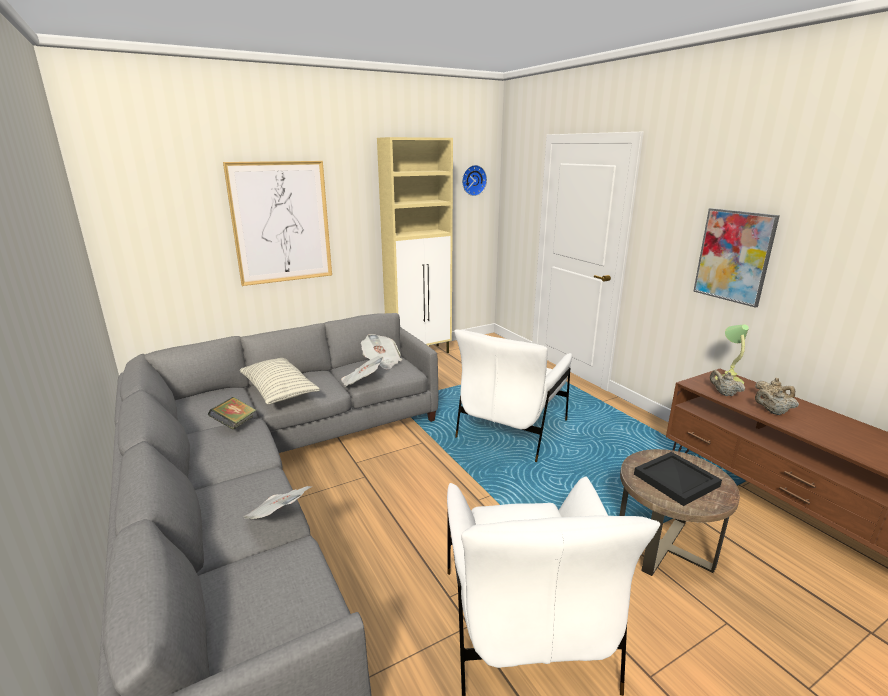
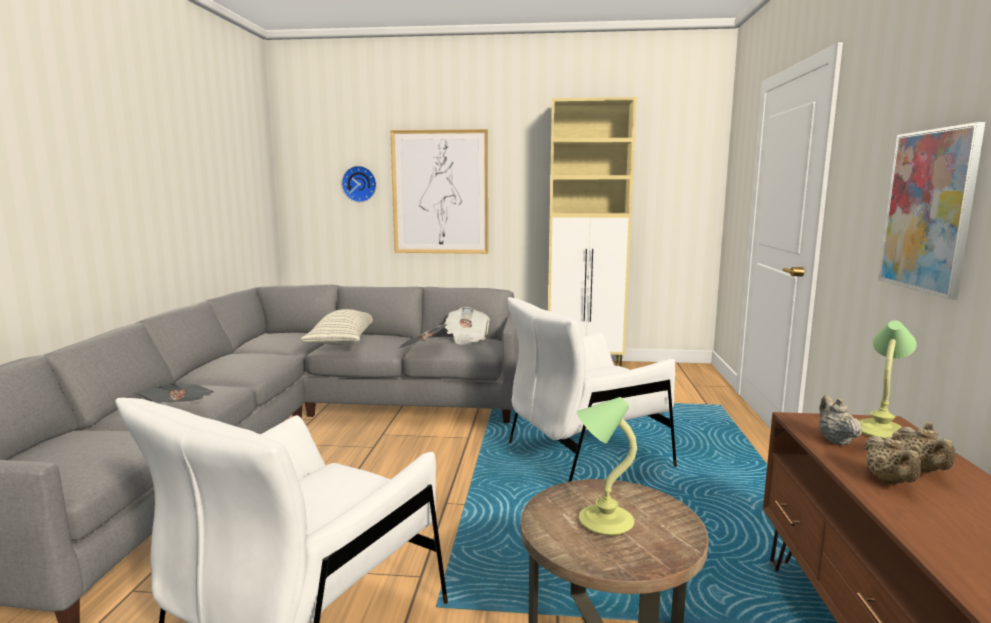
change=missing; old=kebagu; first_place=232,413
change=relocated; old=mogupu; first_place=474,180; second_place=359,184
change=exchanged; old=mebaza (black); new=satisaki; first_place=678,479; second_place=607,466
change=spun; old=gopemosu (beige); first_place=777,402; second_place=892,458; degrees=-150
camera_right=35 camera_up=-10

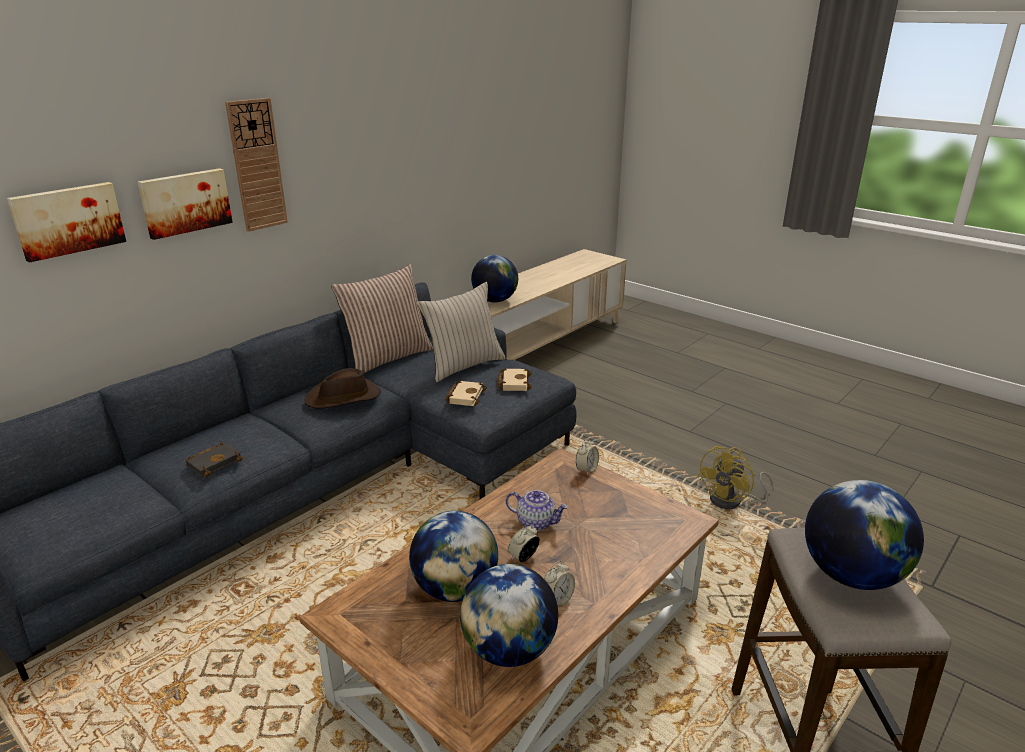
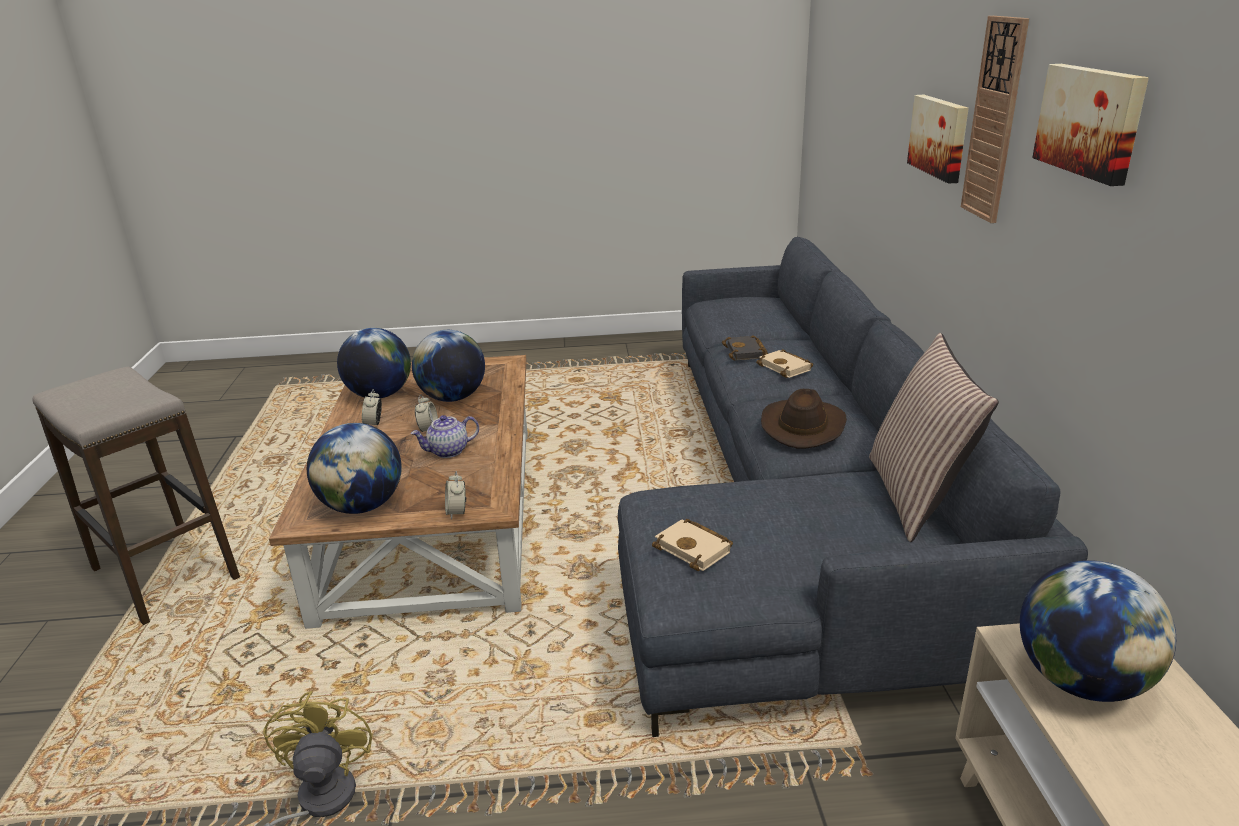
change=missing; old=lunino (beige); first_place=461,332
change=relocated; old=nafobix; first_place=66,222; second_place=1090,125
change=relocated; old=kebagu (beige); first_place=466,393; second_place=784,363
change=relocated; old=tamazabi; first_place=864,535; second_place=354,468
camera_right=135 camera_up=0

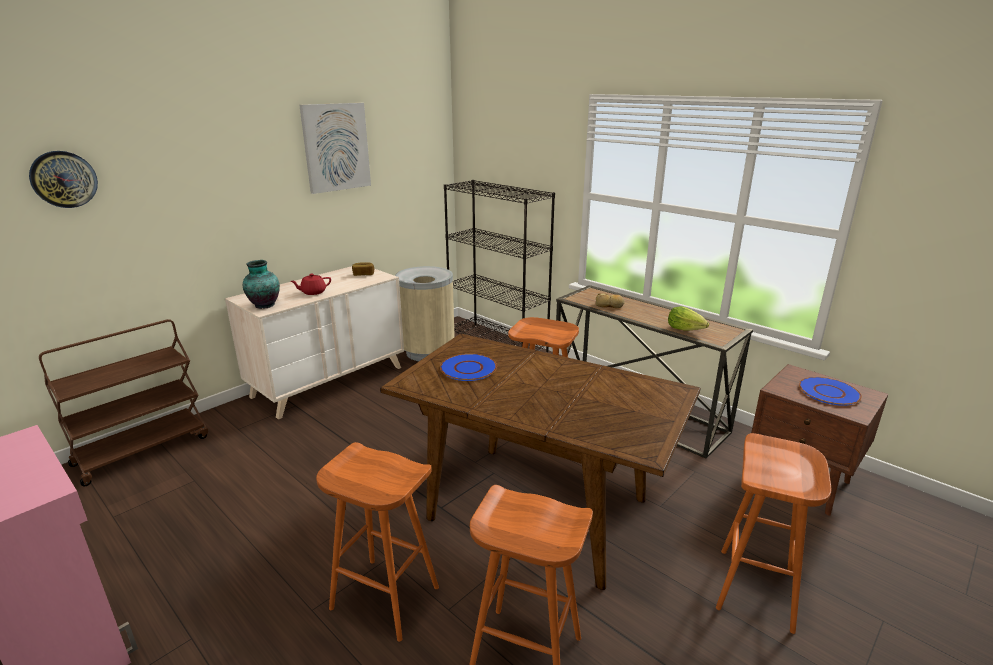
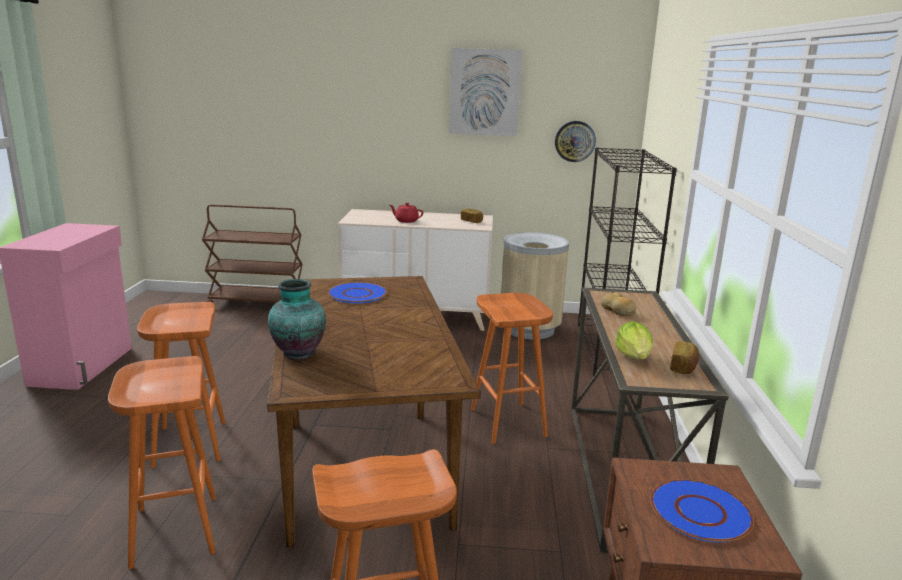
change=appeared; new=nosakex; second_place=684,357
change=relocated; old=mogupu; first_place=63,179; second_place=575,141
change=relocated; old=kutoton; first_place=261,284; second_place=297,319
camera_right=50 camera_up=-5

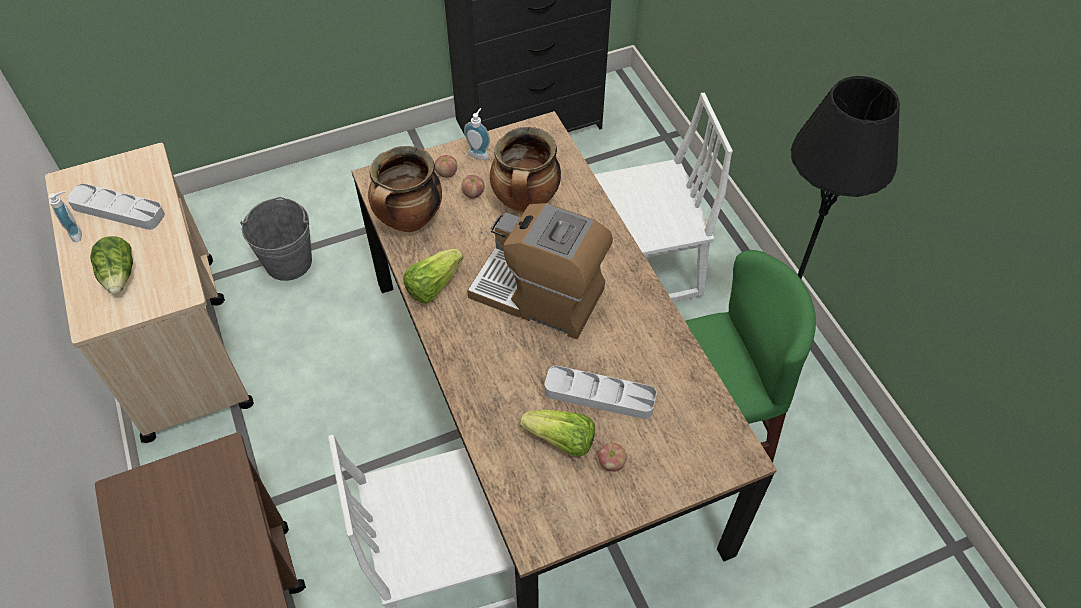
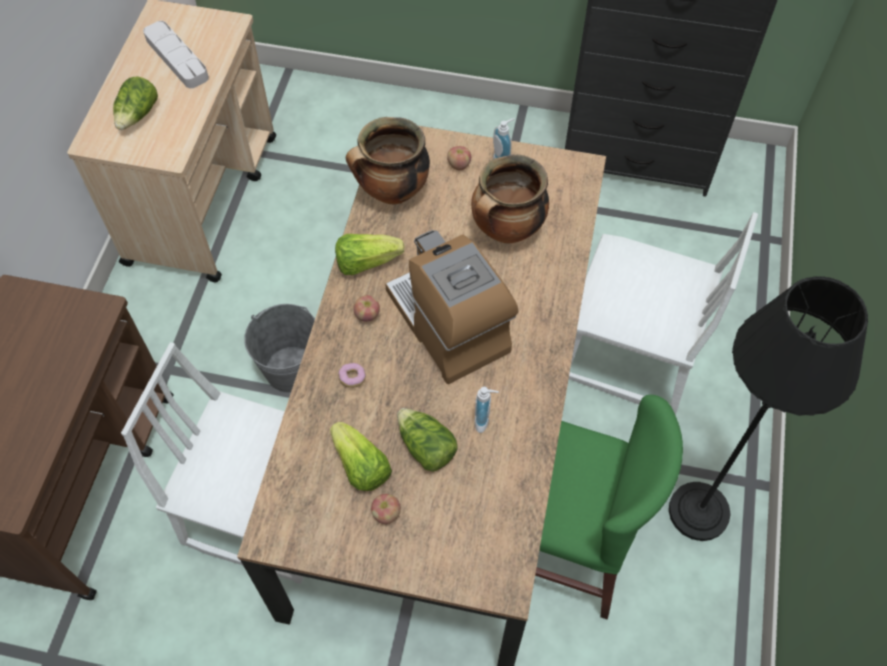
change=appeared; new=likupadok; second_place=352,375
change=relocated; old=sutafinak; first_place=65,216; second_place=487,409
change=relocated; old=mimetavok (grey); first_place=276,239; second_place=279,348
change=relocated; old=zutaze; first_place=473,187; second_place=366,308
change=exchanged; old=mebaza (grey); new=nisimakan; first_place=600,392; second_place=427,440
camera_right=35 camera_up=5

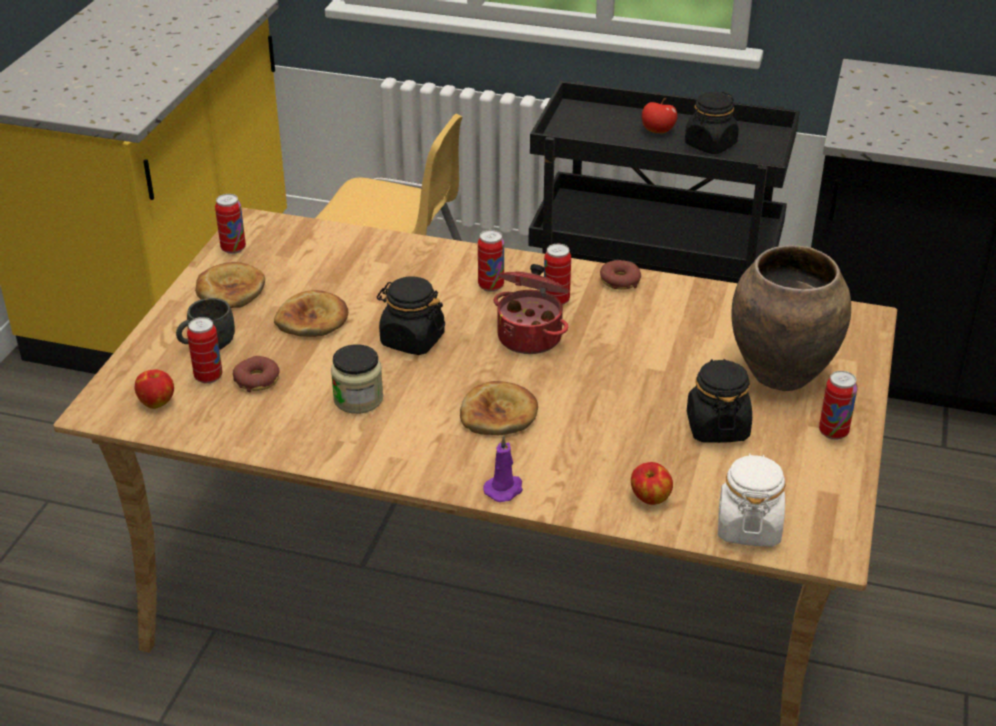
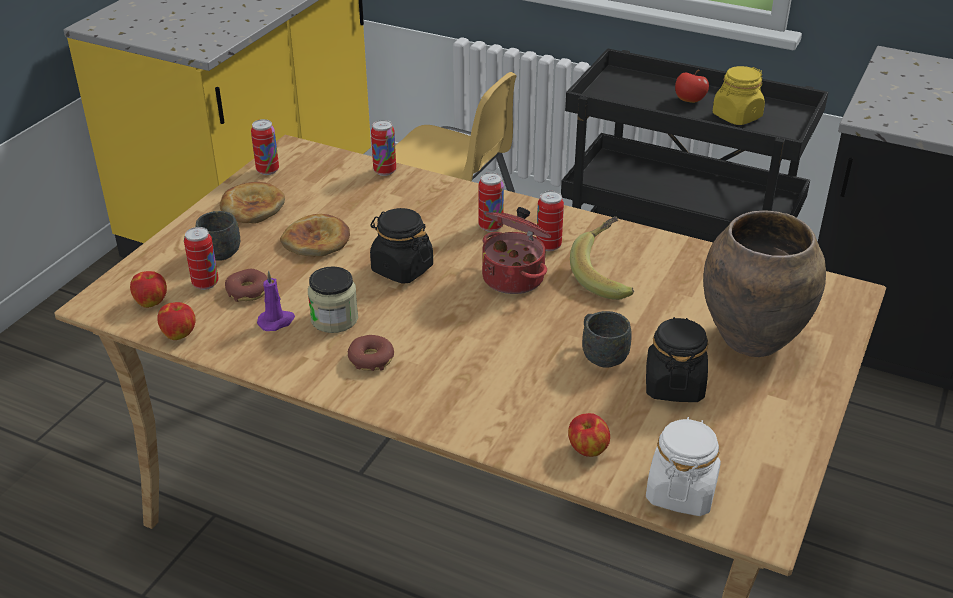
change=missing; old=nosakex; first_place=499,408
change=appeared; new=zutaze; second_place=176,321
change=appeared; new=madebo; second_place=602,258
change=appeared; new=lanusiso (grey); second_place=607,339
change=relocated; old=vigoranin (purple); first_place=503,468; second_place=276,301
change=relocated; old=likupadok; first_place=620,275; second_place=371,353
change=relocated; old=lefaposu; first_place=838,405; second_place=383,148
change=colour; old=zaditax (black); new=zaditax (yellow); first_place=712,123; second_place=739,95
camera_right=10 camera_up=0

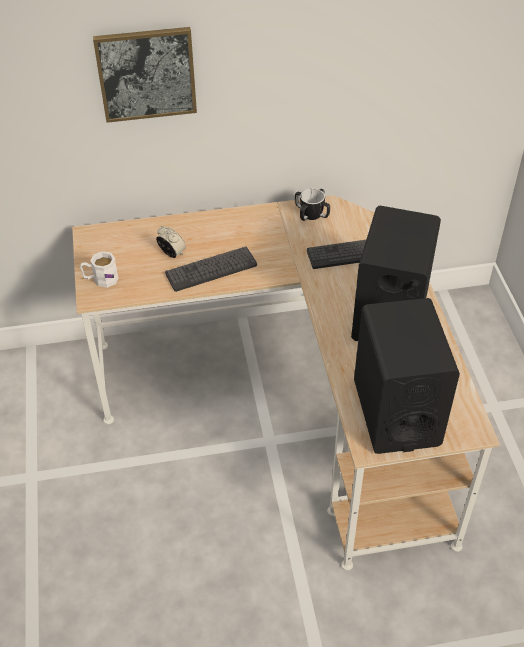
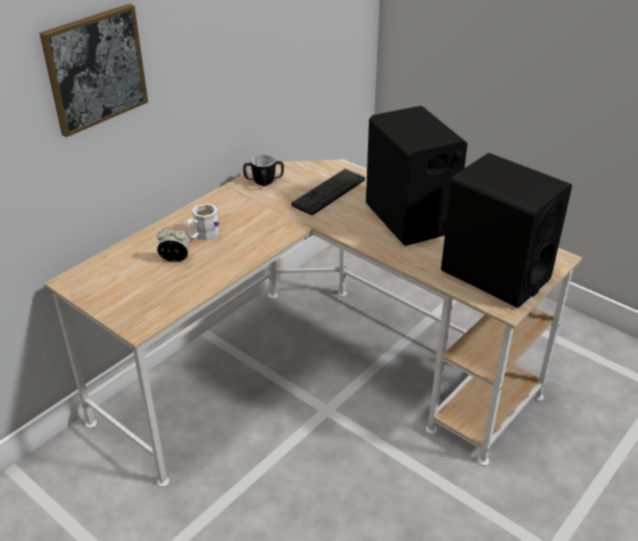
change=missing; old=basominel; first_place=211,269
change=relocated; old=lanusiso (white); first_place=99,269; second_place=203,222
camera_right=-40 camera_up=-10

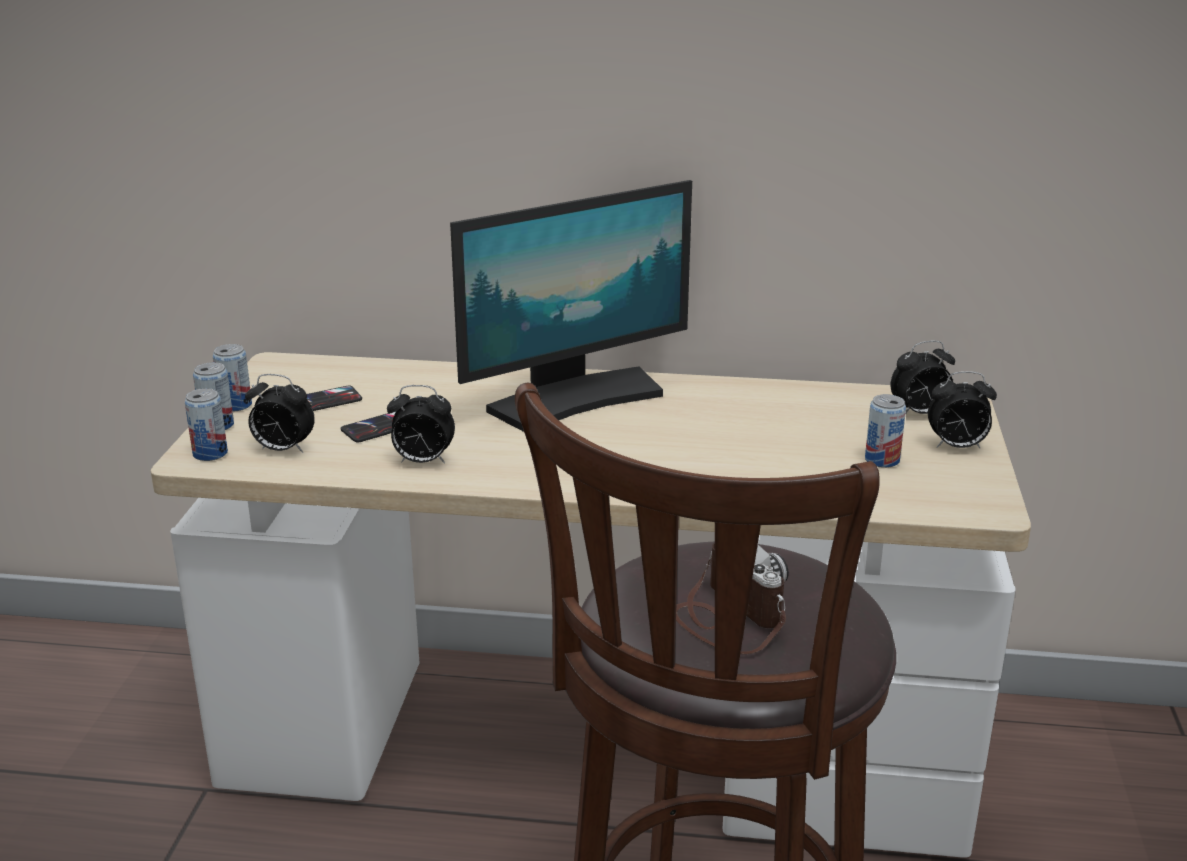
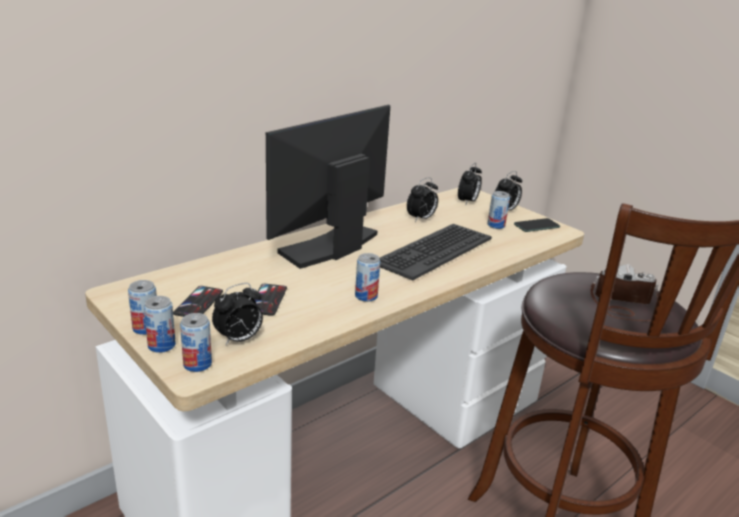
change=appeared; new=lefaposu; second_place=367,277
change=appeared; new=basominel; second_place=435,252
change=appeared; new=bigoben; second_place=537,225
change=relocated; old=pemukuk; first_place=421,424; second_place=422,199
change=spun; old=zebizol; first_place=571,306; second_place=328,187; degrees=-150
camera_right=-50 camera_up=0

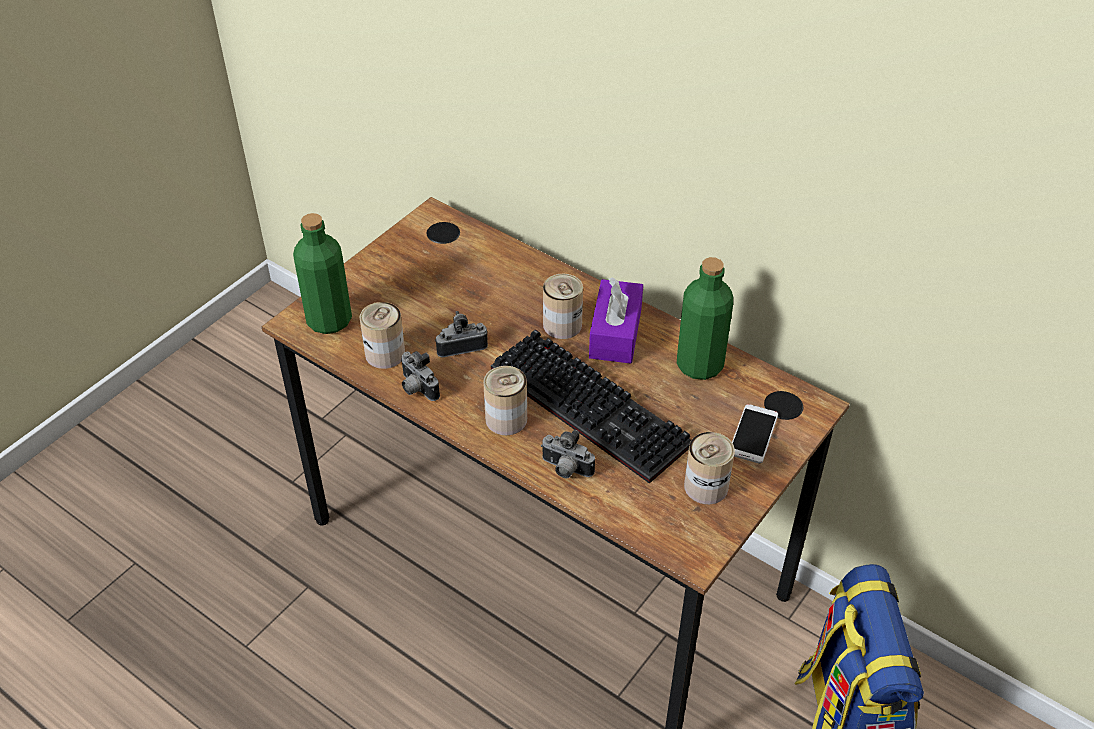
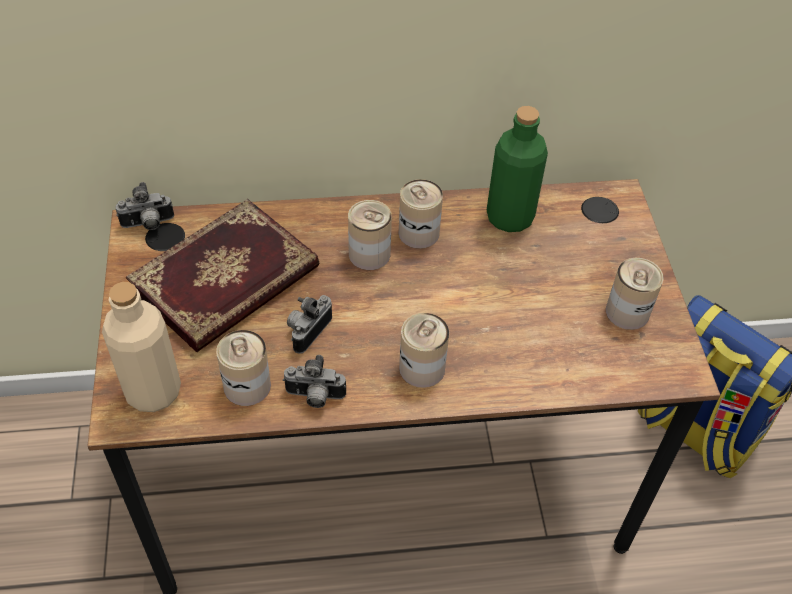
change=missing; old=basominel; first_place=591,406
change=missing; old=bigoben; first_place=755,434
change=appeared; new=kebagu; second_place=222,275
change=relocated; old=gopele; first_place=568,454; second_place=144,206
change=exchanged; old=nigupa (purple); new=lefaposu; first_place=616,320; second_place=421,214
change=colour; old=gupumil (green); new=gupumil (beige); first_place=322,273; second_place=141,347
camera_right=-45 camera_up=5

